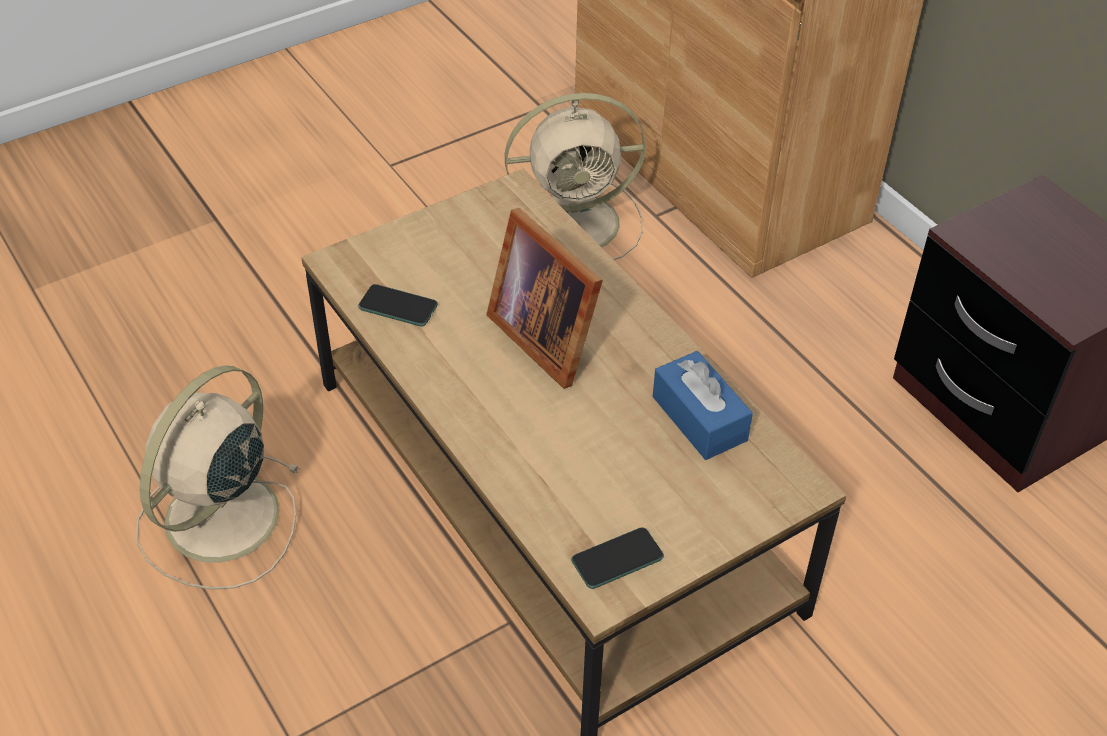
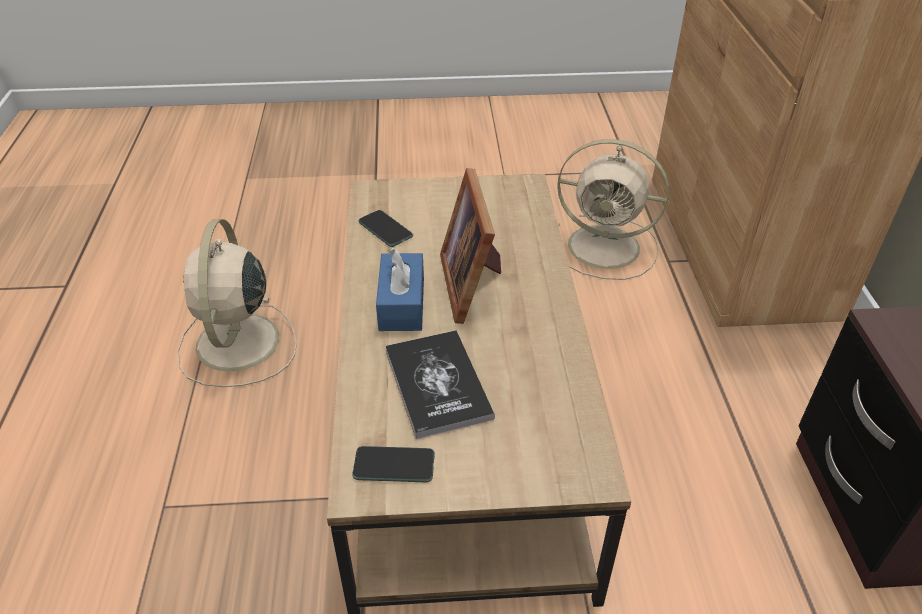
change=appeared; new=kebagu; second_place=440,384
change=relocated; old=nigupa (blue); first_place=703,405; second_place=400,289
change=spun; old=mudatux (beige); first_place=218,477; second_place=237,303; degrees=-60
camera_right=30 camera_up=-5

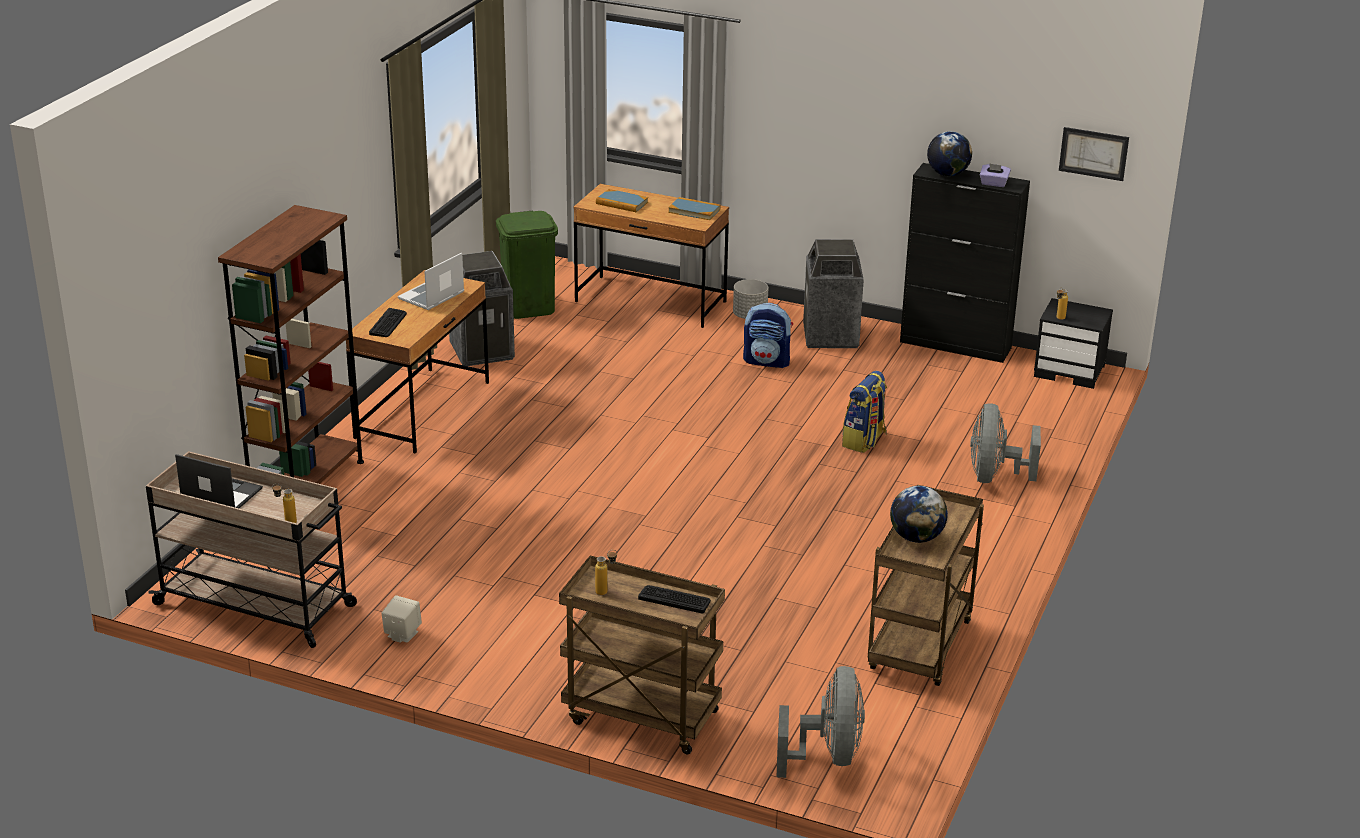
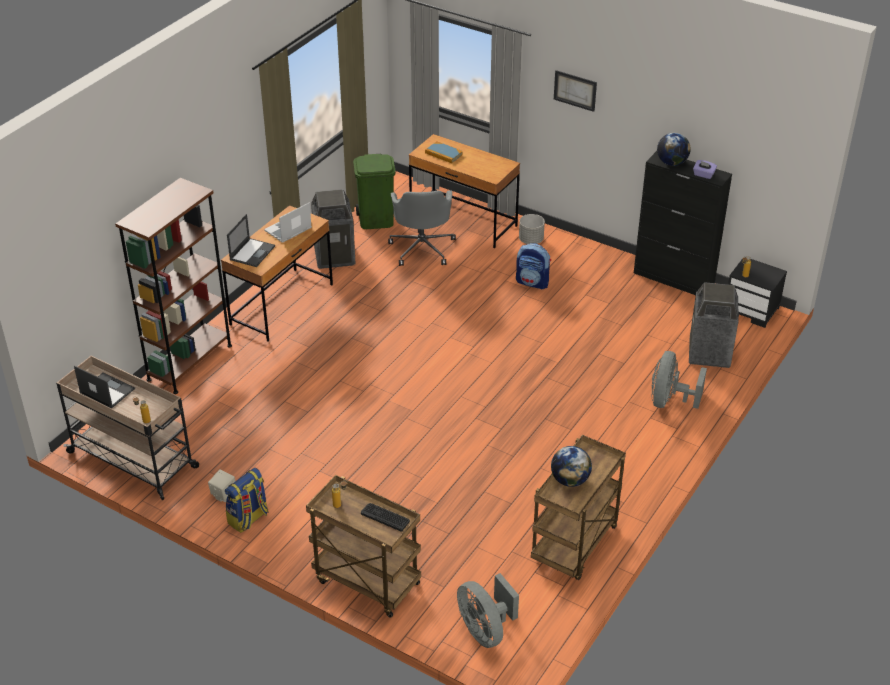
change=missing; old=kebagu; first_place=694,208
change=appeared; new=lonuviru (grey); second_place=422,228
change=relocated; old=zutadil; first_place=833,293; second_place=713,325
change=relocated; old=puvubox; first_place=864,412; second_place=246,500
change=relocated; old=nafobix; first_place=1094,154; second_place=575,91
change=exchanged; old=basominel; new=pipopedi; first_place=388,322; second_place=251,240
change=spun; old=mudatux (grey); first_place=821,722; second_place=488,610; degrees=135
camera_right=10 camera_up=10

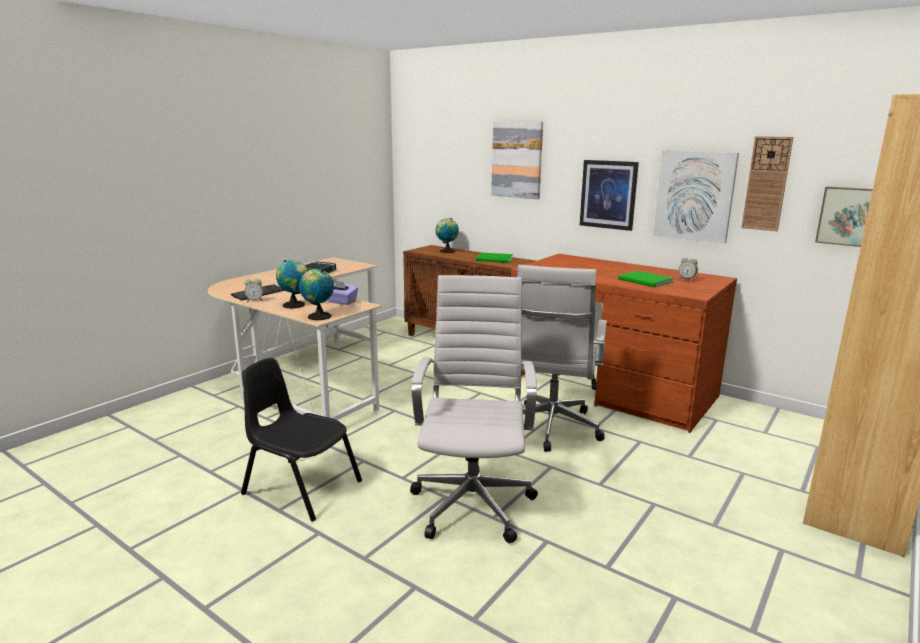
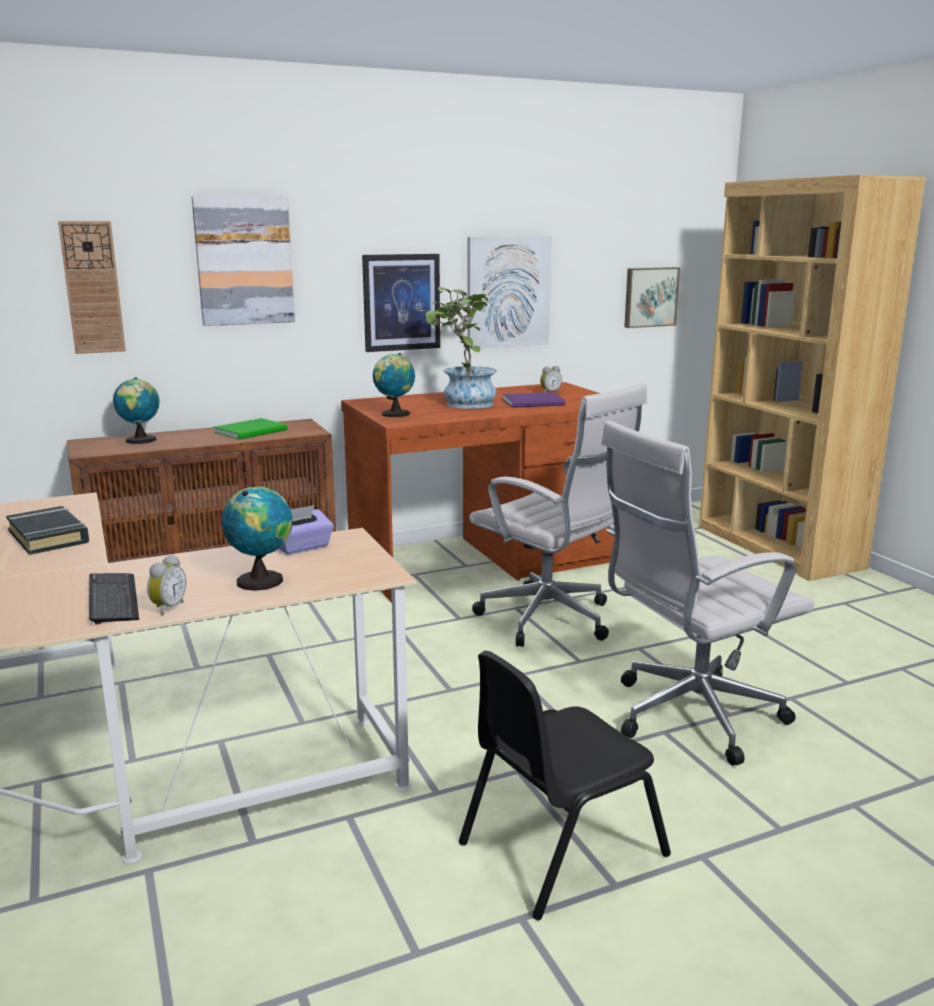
change=appeared; new=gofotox; second_place=458,348
change=relocated; old=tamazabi; first_place=316,294; second_place=394,385
change=relocated; old=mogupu; first_place=767,183; second_place=92,287
change=colour; old=kebagu (green); new=kebagu (purple); first_place=645,279; second_place=534,400
change=spun; old=lonuviru (white); first_place=474,409; second_place=707,593; degrees=-60
camera_right=-60 camera_up=0

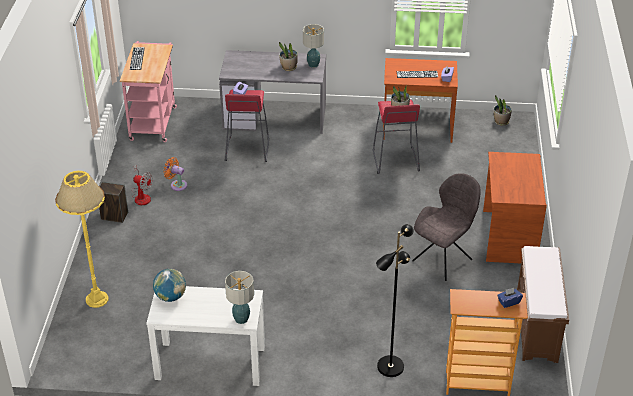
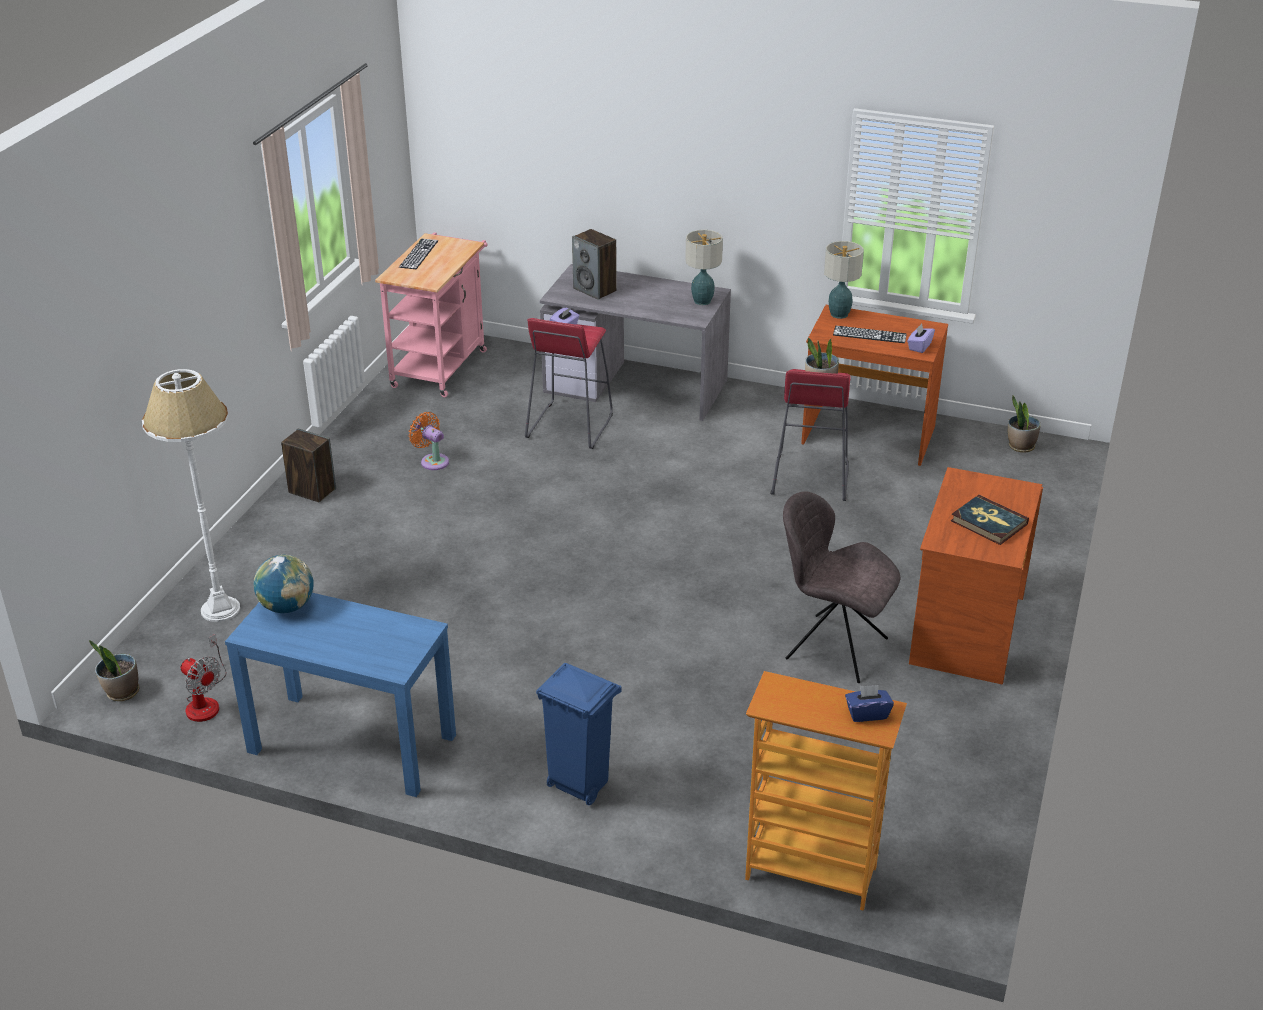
change=missing; old=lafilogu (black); first_place=395,300
change=missing; old=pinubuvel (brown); first_place=543,304
change=appeared; new=zutadil (blue); second_place=579,734
change=appeared; new=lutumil; second_place=594,264
change=appeared; new=kebagu; second_place=990,520
change=relocated; old=mudatux; first_place=142,184; second_place=204,678
change=relocated; old=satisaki; first_place=239,297; second_place=844,280
change=relocated; old=gofotox; first_place=288,56; second_place=114,670
change=colour; old=lafilogu (yellow); new=lafilogu (white); first_place=81,239; second_place=191,495
change=colour; old=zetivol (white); new=zetivol (blue); first_place=205,336; second_place=340,695
change=spun; old=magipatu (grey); first_place=446,227; second_place=842,587; degrees=-120
camera_right=15 camera_up=-5

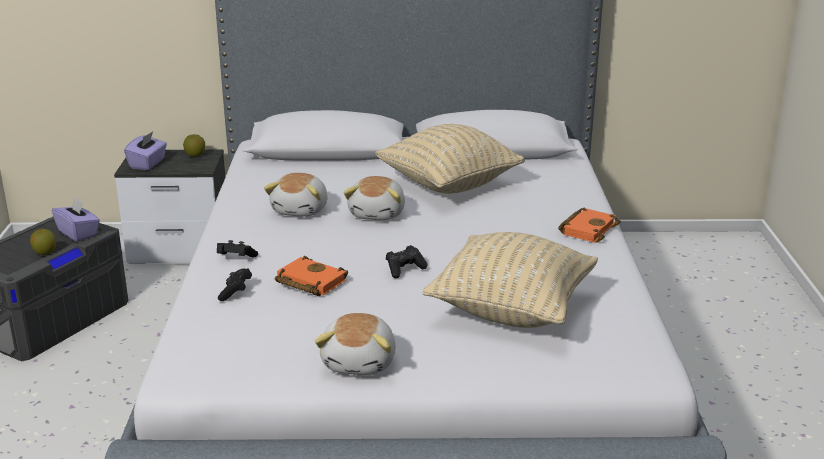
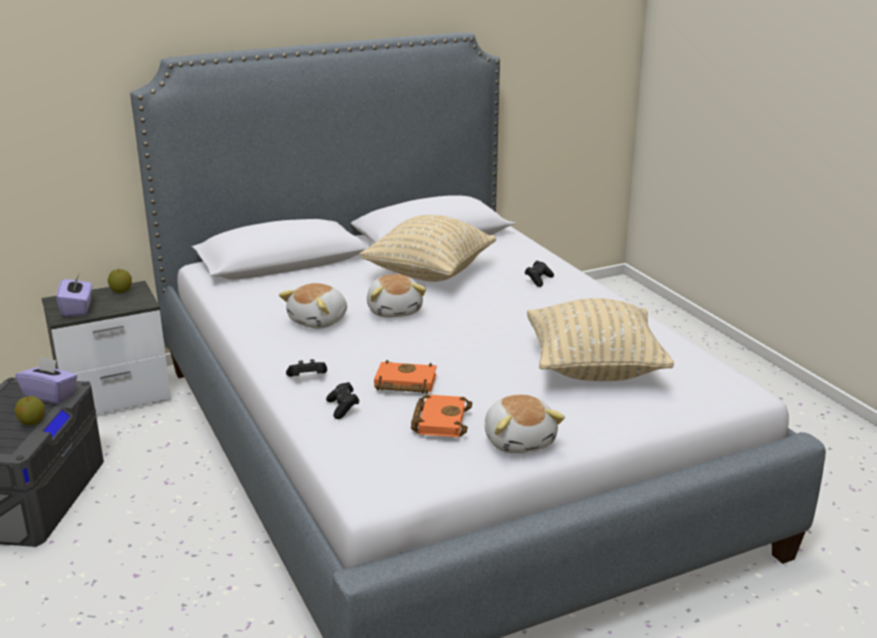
change=relocated; old=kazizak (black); first_place=407,261; second_place=539,274
change=relocated; old=kebagu (orange); first_place=589,225; second_place=441,416
change=spun; old=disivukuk; first_place=296,195; second_place=313,306; degrees=45
camera_right=-25 camera_up=0

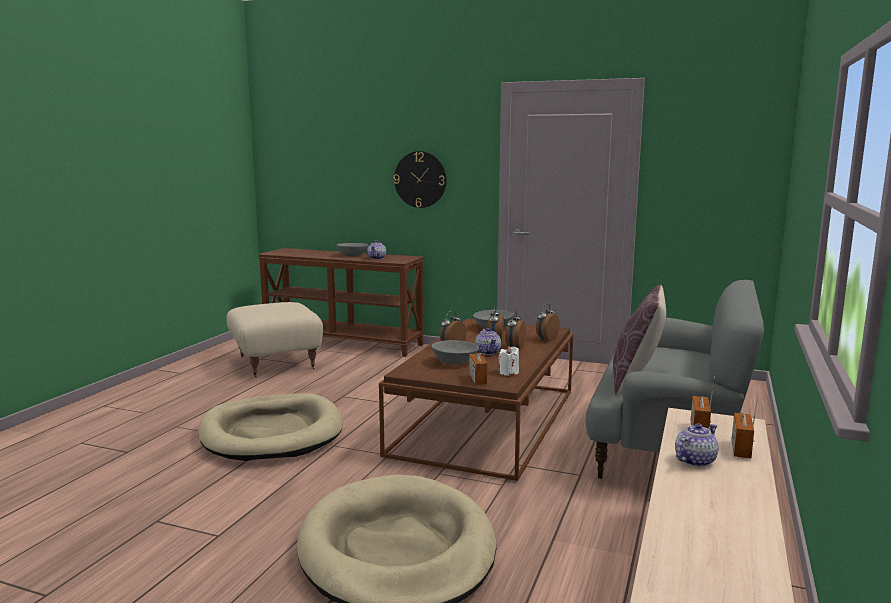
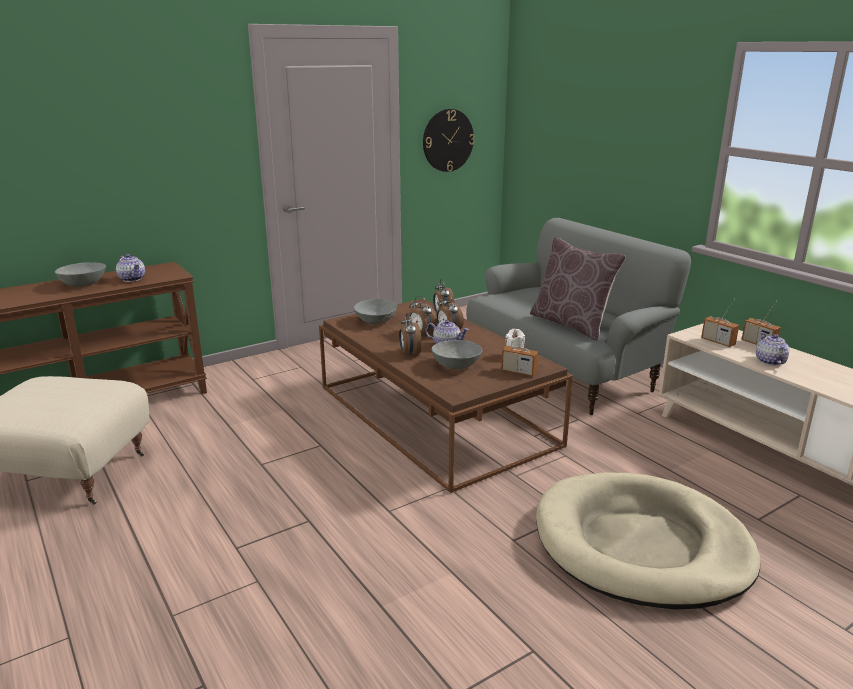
change=missing; old=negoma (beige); first_place=270,427
change=relocated; old=mogupu; first_place=420,179; second_place=449,140
camera_right=-55 camera_up=10

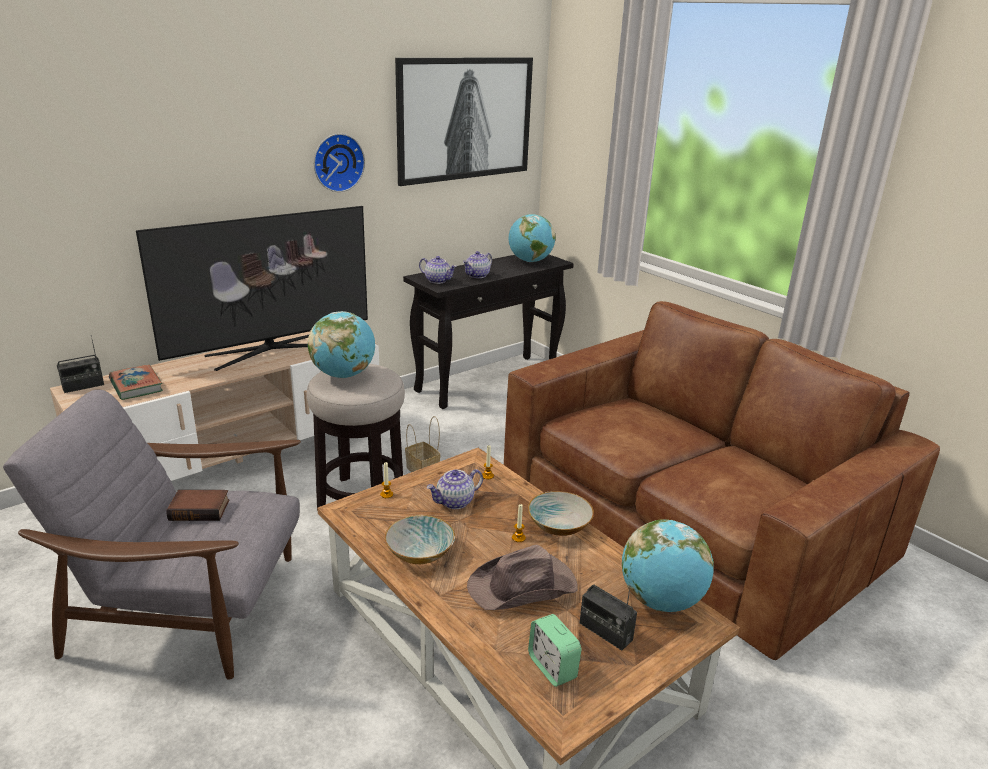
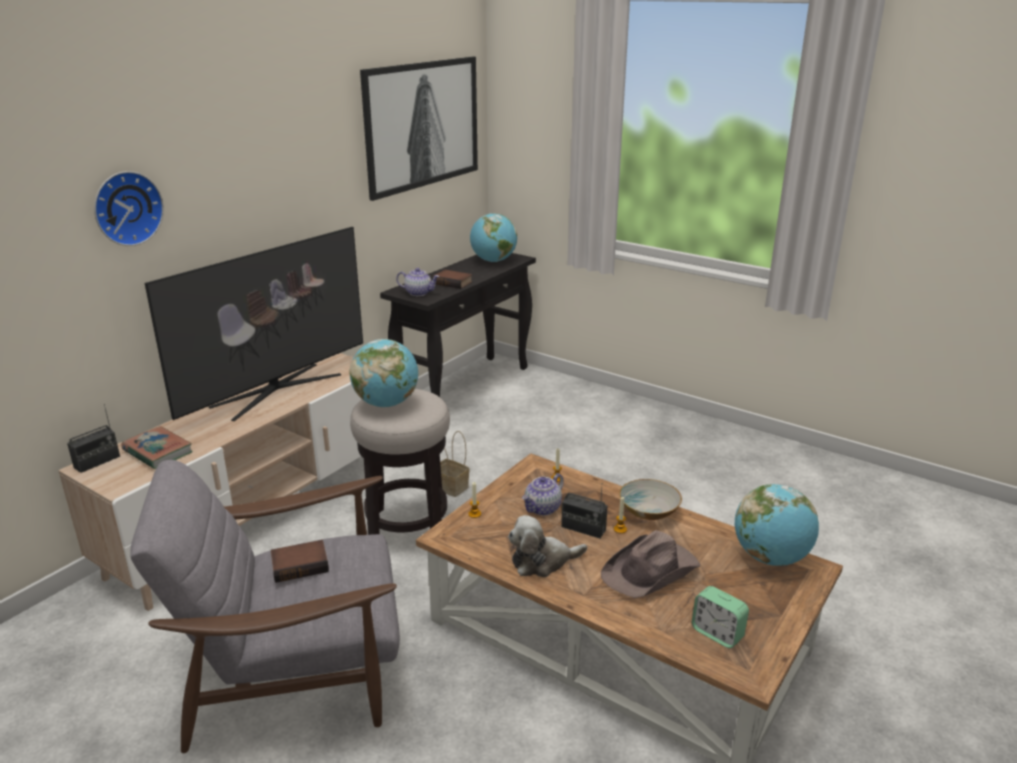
change=missing; old=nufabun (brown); first_place=722,480
change=relocated; old=mogupu; first_place=339,162; second_place=129,208
change=relocated; old=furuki; first_place=608,618; second_place=584,512
change=exchanged; old=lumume; new=disivukuk; first_place=420,539; second_place=547,546
change=exchanged; old=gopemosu; new=kebagu; first_place=477,264; second_place=452,279
camera_right=-15 camera_up=0

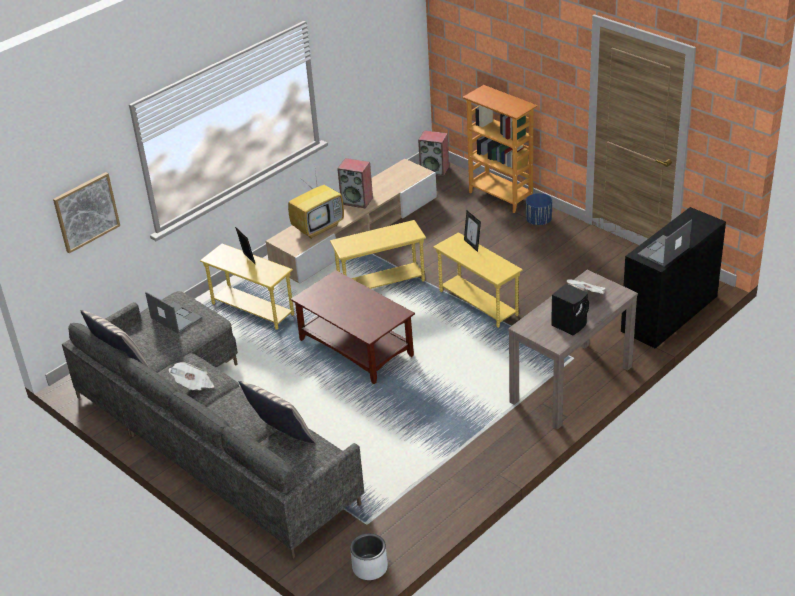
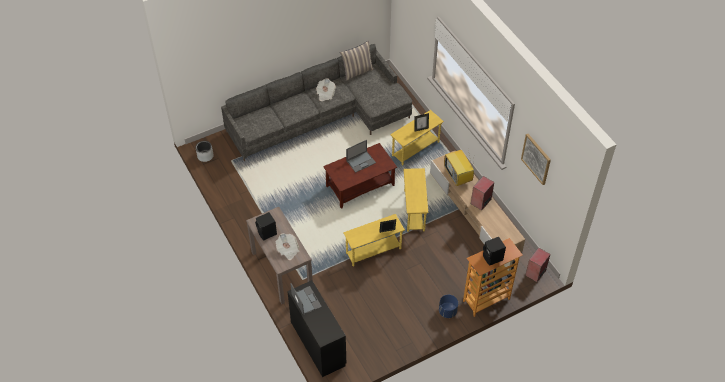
change=missing; old=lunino; first_place=277,412
change=appeared; new=lutumil (black); second_place=494,251
change=relocated; old=nafobix; first_place=86,212; second_place=536,159
change=relocated; old=pipopedi; first_place=173,313; second_place=361,156
camera_right=105 camera_up=15

